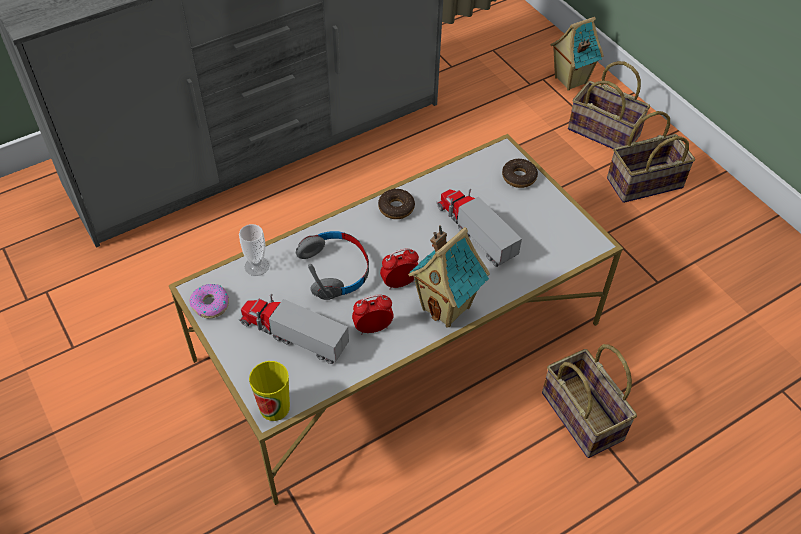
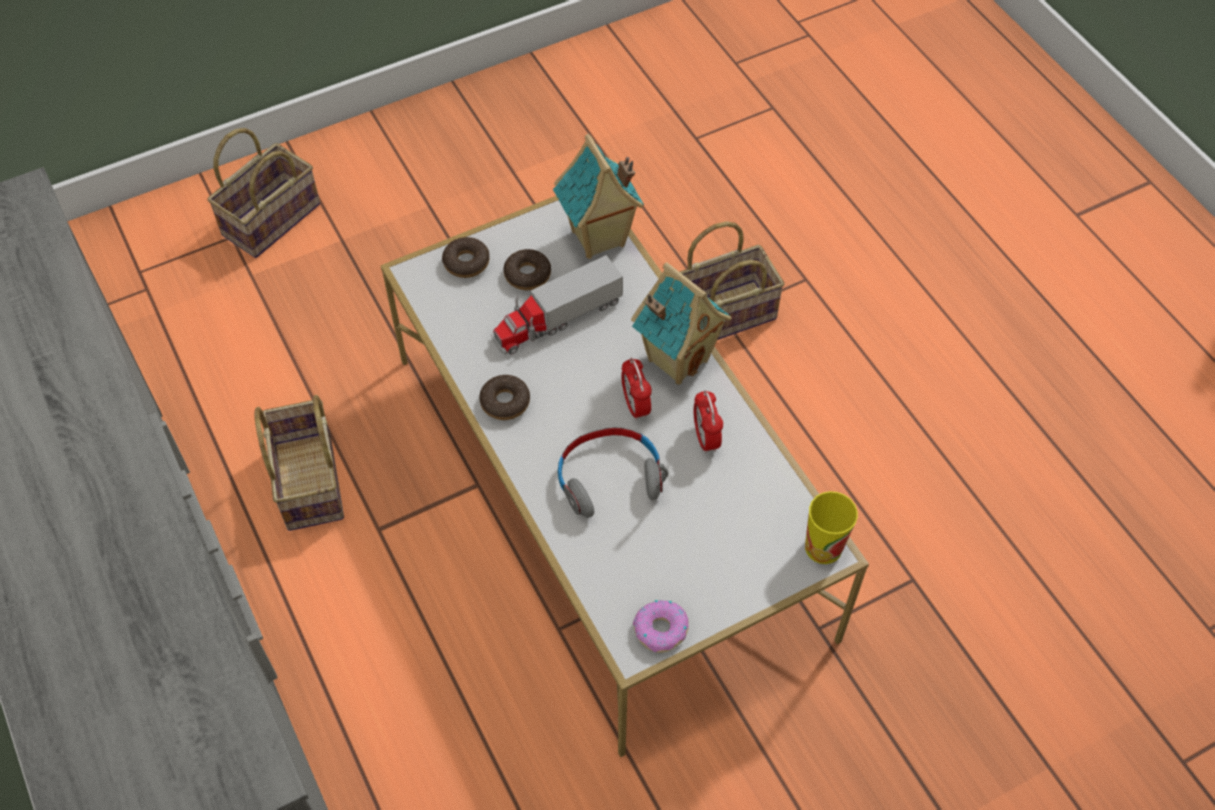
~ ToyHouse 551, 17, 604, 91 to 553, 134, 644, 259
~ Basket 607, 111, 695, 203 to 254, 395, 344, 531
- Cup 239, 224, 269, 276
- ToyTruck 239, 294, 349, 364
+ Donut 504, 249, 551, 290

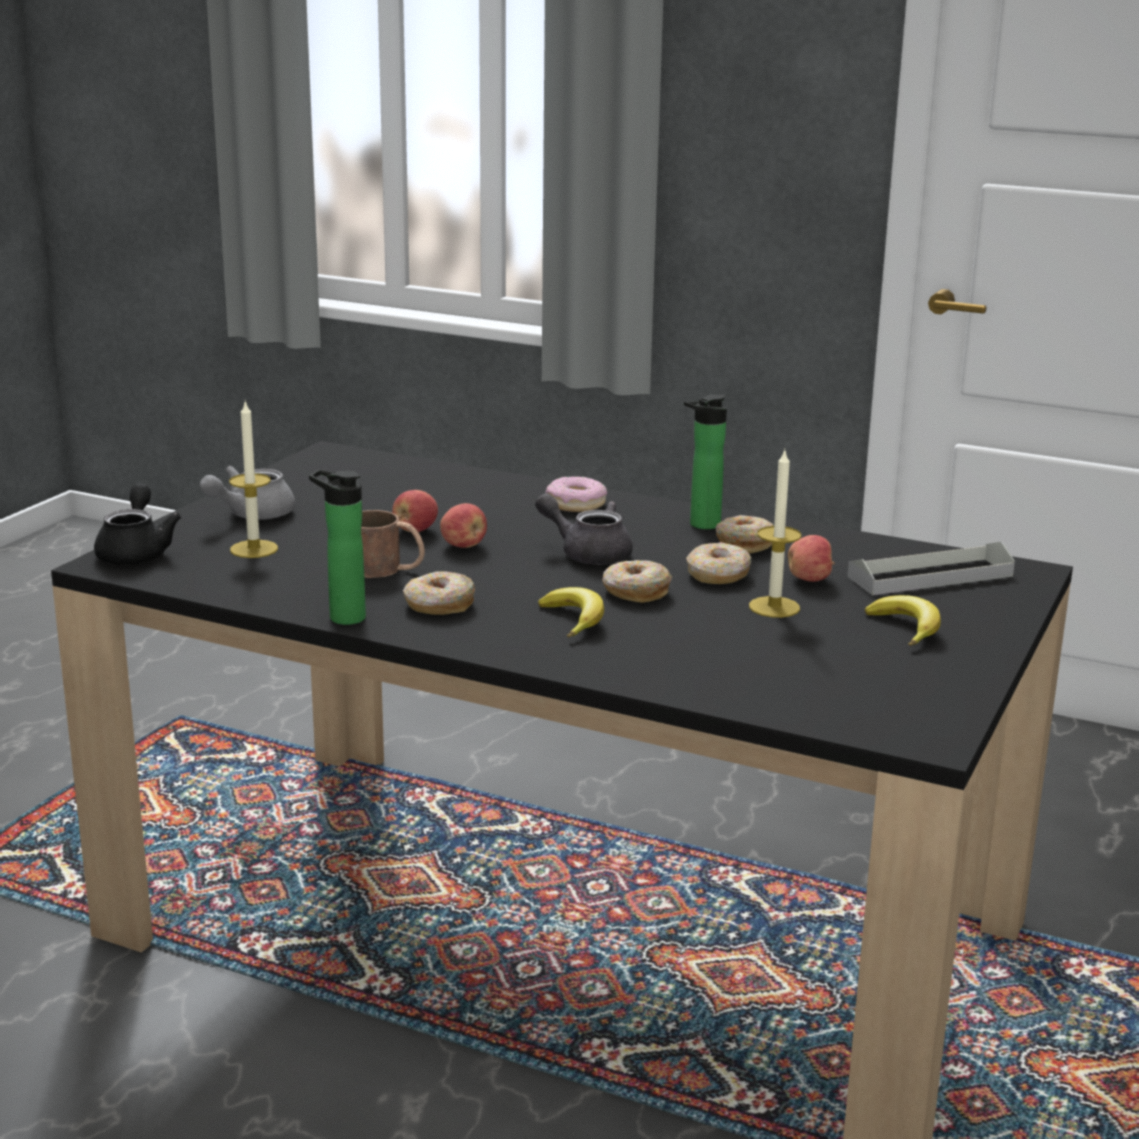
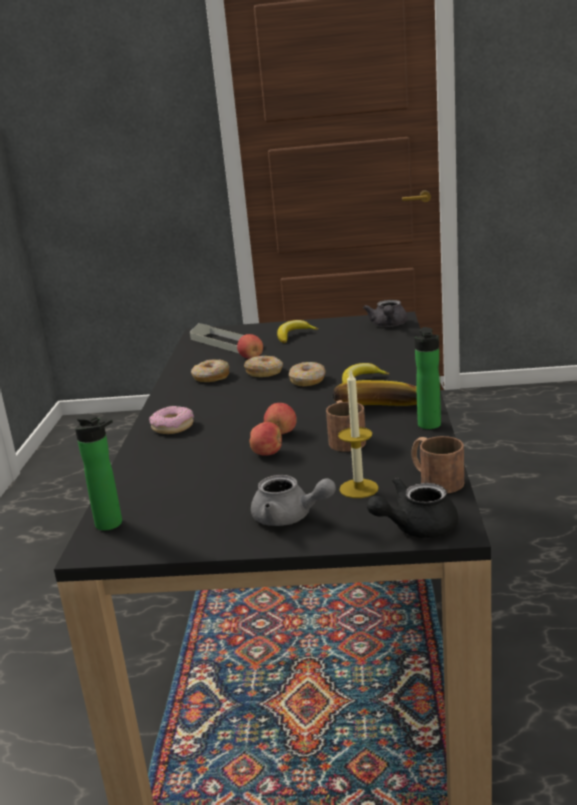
~ Bottle 684, 394, 727, 529 to 75, 414, 122, 530
- Candle 749, 450, 802, 618
~ GreyTeapot 535, 493, 633, 565 to 363, 300, 408, 327
~ Donut 403, 571, 475, 615 to Banana 332, 380, 417, 406
+ BrownMug 411, 436, 464, 493

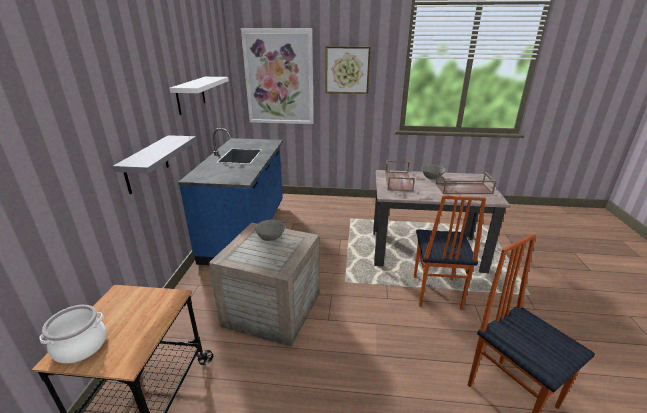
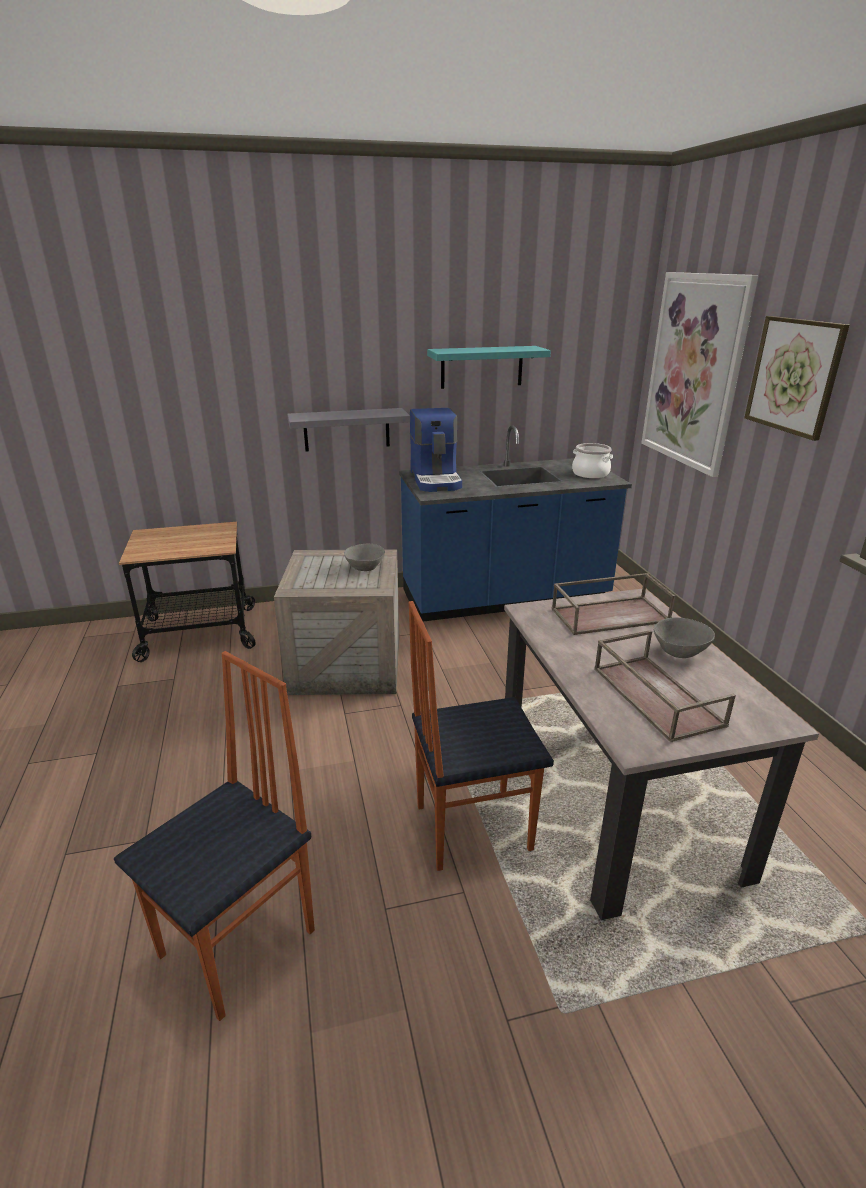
~ WhiteShelf 169, 77, 229, 115 to TurquoiseShelf 427, 346, 551, 389
~ CookingPot 39, 305, 107, 363 to 572, 443, 613, 478
+ CoffeeMachine 410, 408, 462, 492

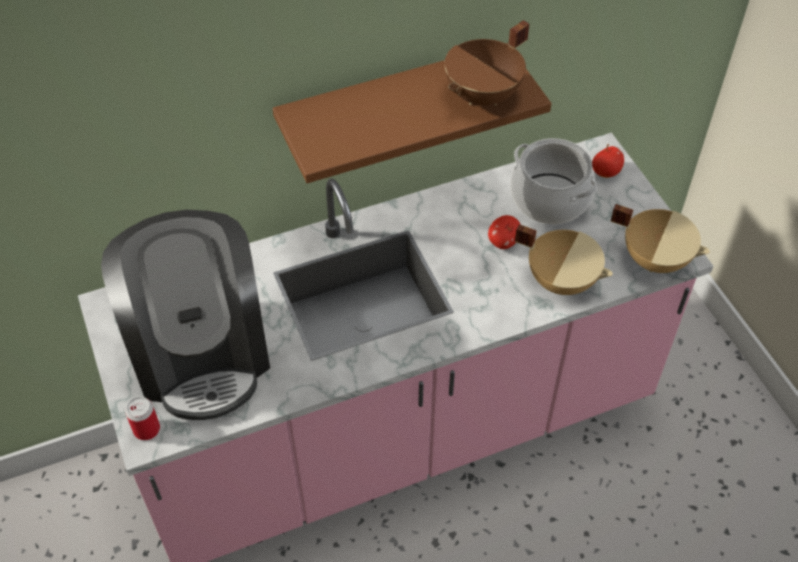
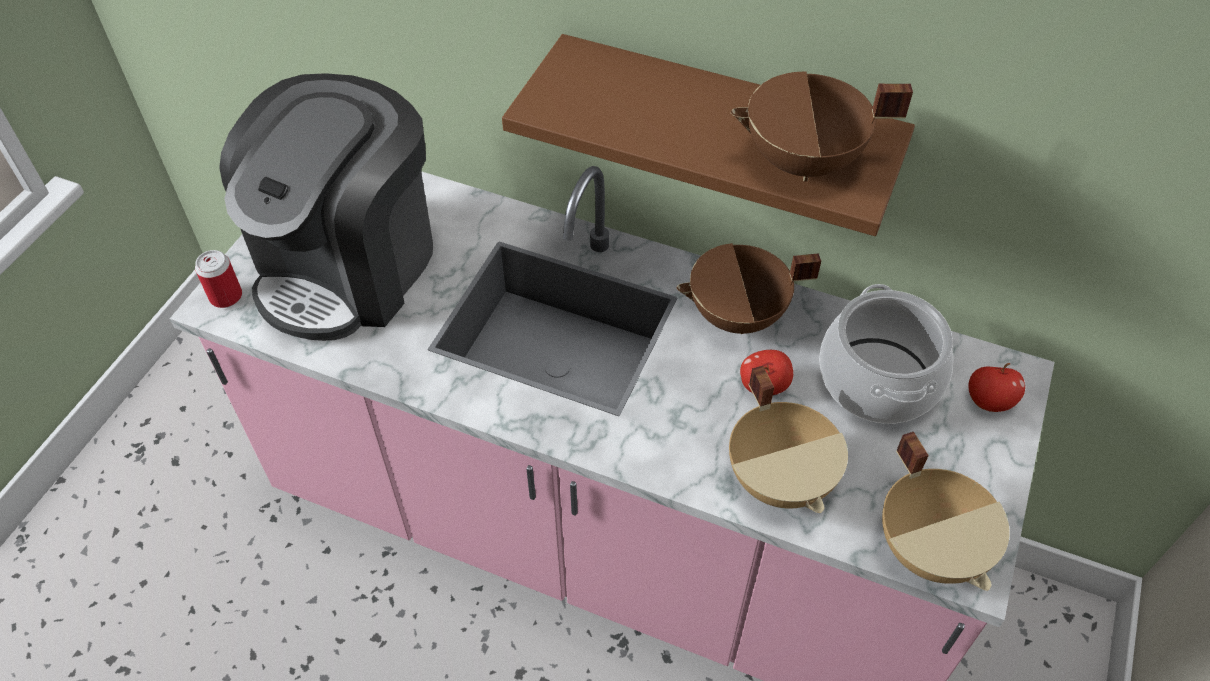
+ BrownCookingPot 676, 243, 821, 334

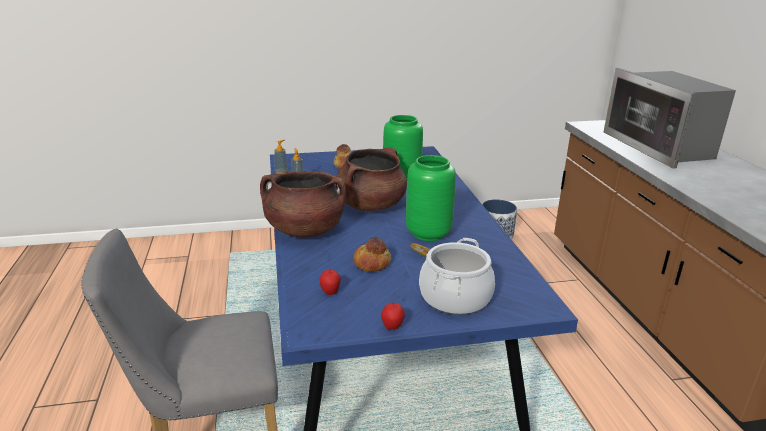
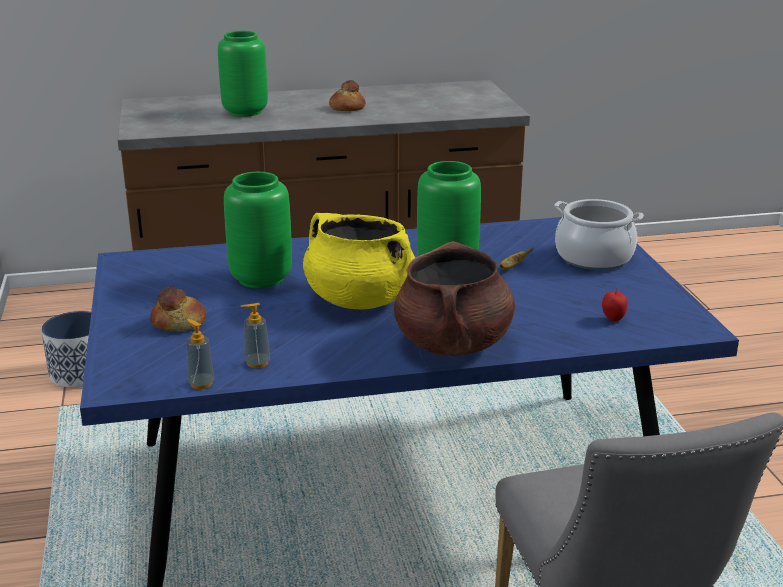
~ Microwave 604, 68, 736, 169 to GreenVase 218, 31, 268, 117
~ BrownCookingPot 336, 147, 407, 211 to YellowCookingPot 303, 213, 415, 310
~ Bread 353, 237, 391, 272 to 329, 80, 366, 111
- Apple 381, 302, 405, 330

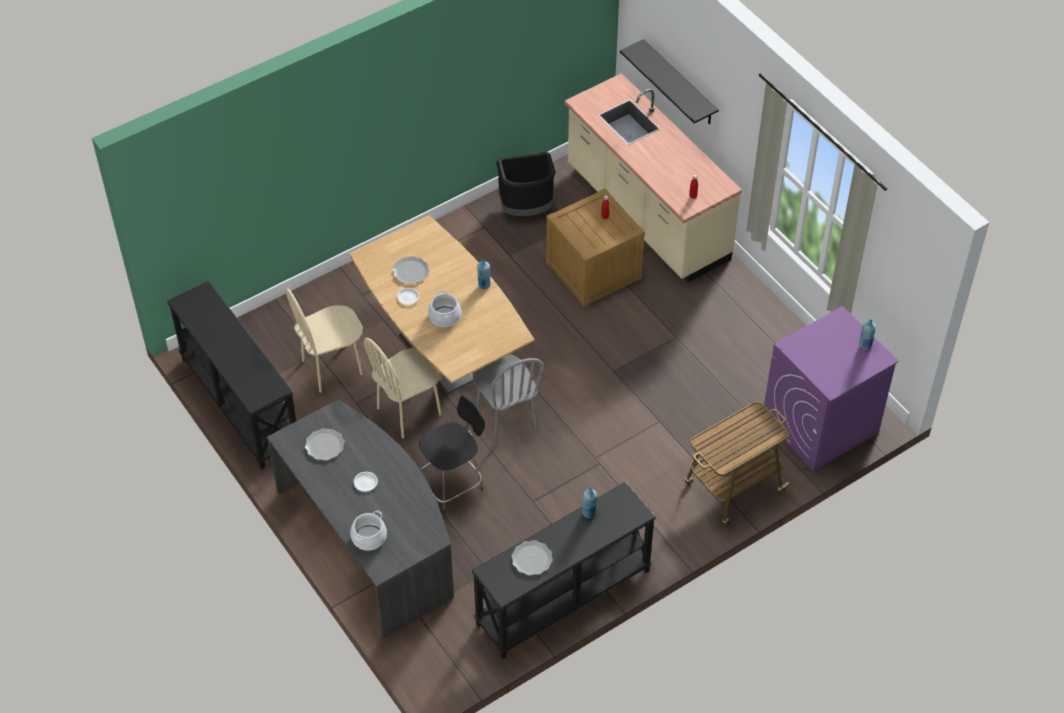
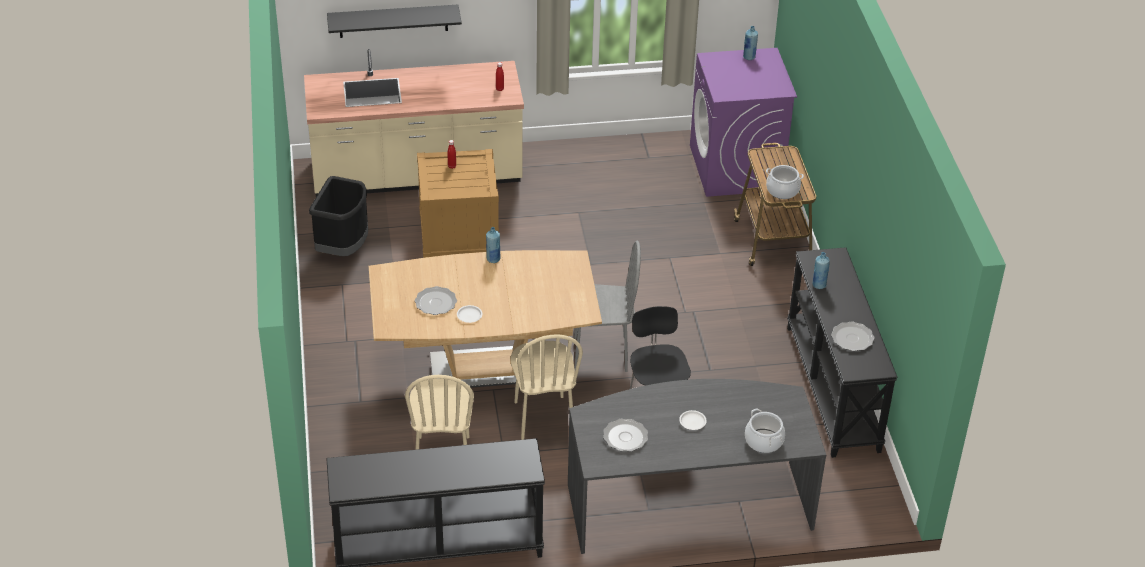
~ CookingPot 428, 290, 461, 327 to 766, 165, 804, 199

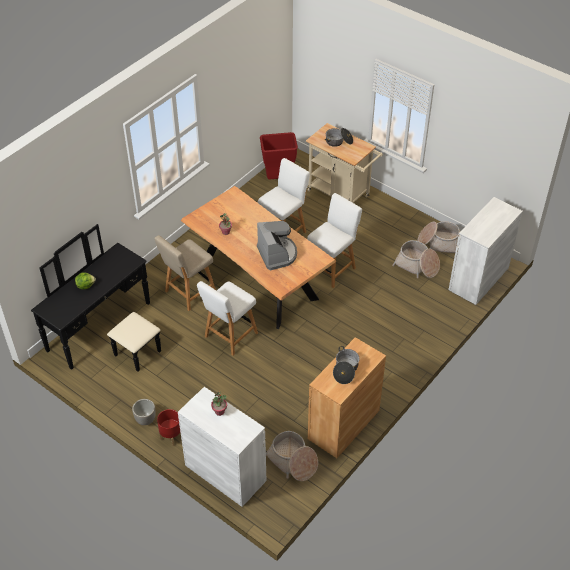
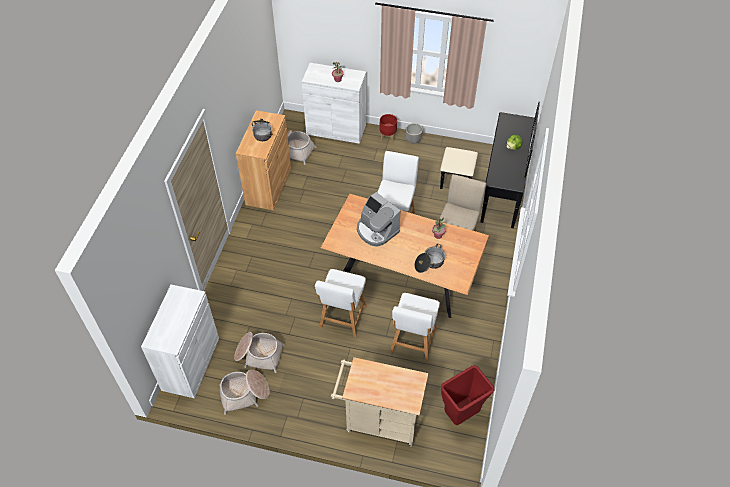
~ CookingPot 325, 128, 353, 147 to 414, 244, 445, 273

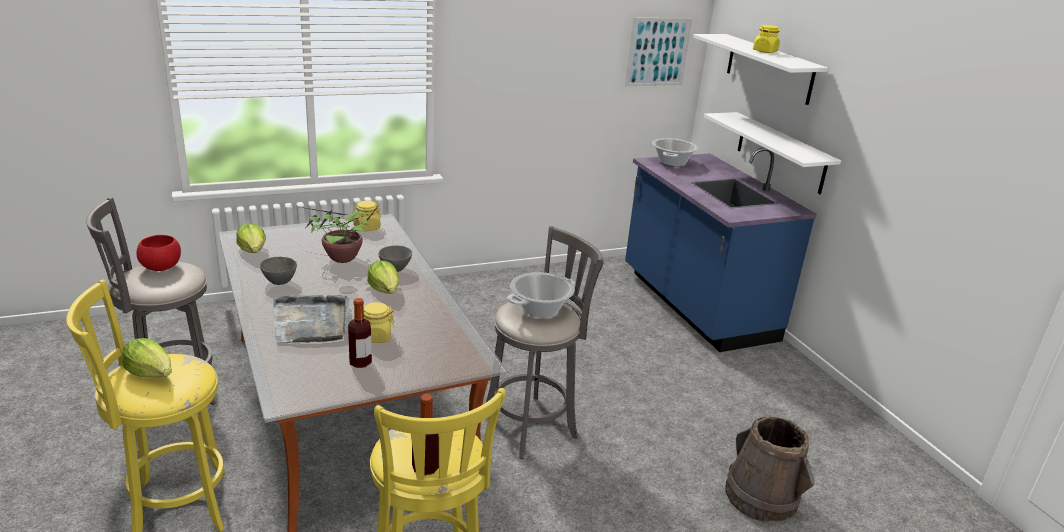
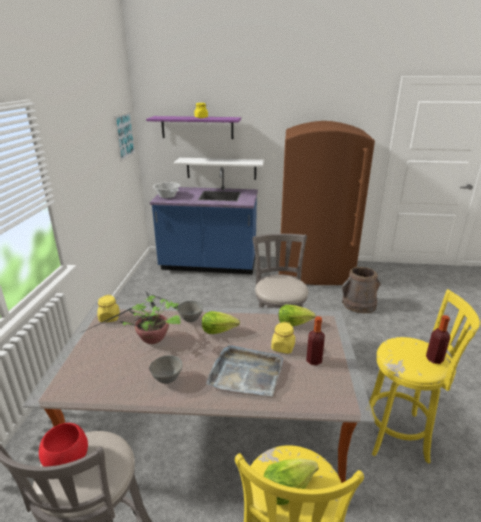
~ WhiteShelf 693, 34, 828, 105 to PurpleShelf 146, 116, 241, 139
~ Lettuce 236, 223, 266, 253 to 279, 305, 316, 326
- CookingPot 507, 272, 575, 317
+ BrownFridge 279, 121, 375, 285

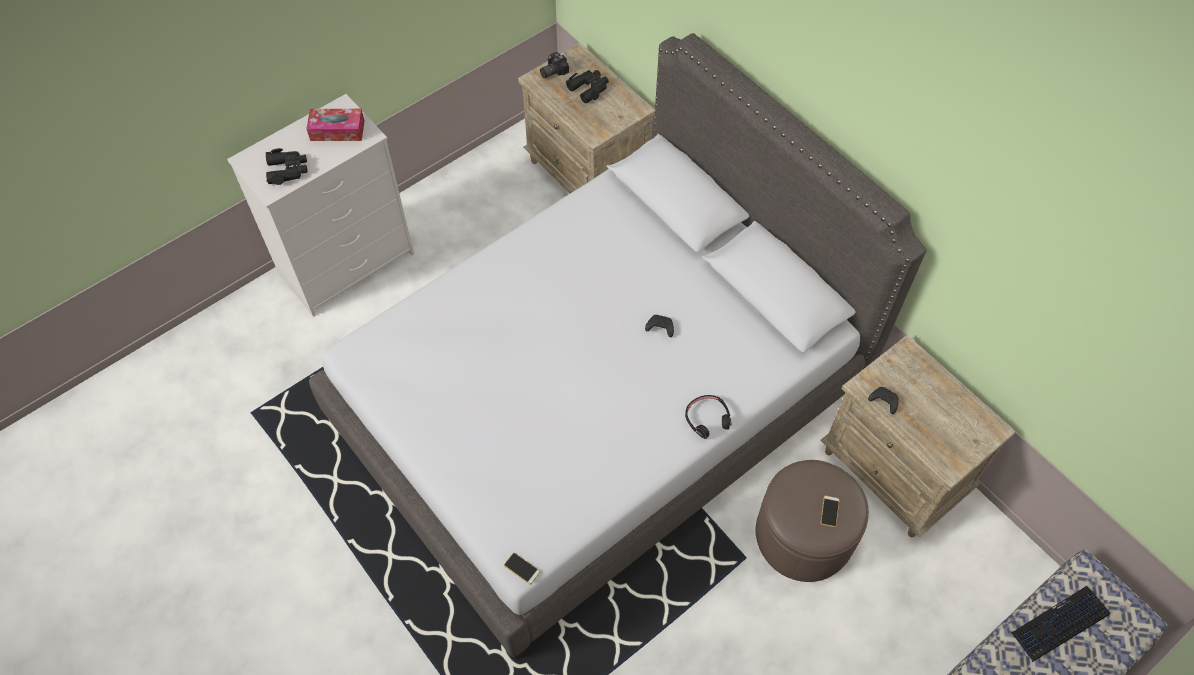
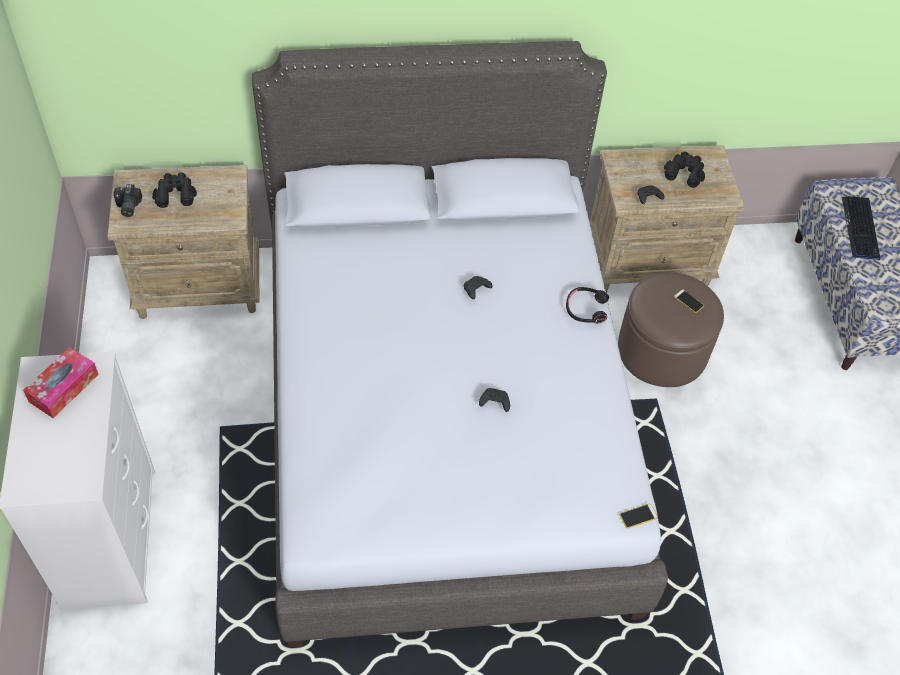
~ BlackBinoculars 266, 148, 308, 185 to 664, 151, 705, 188
+ BlackGameController 479, 388, 510, 412

